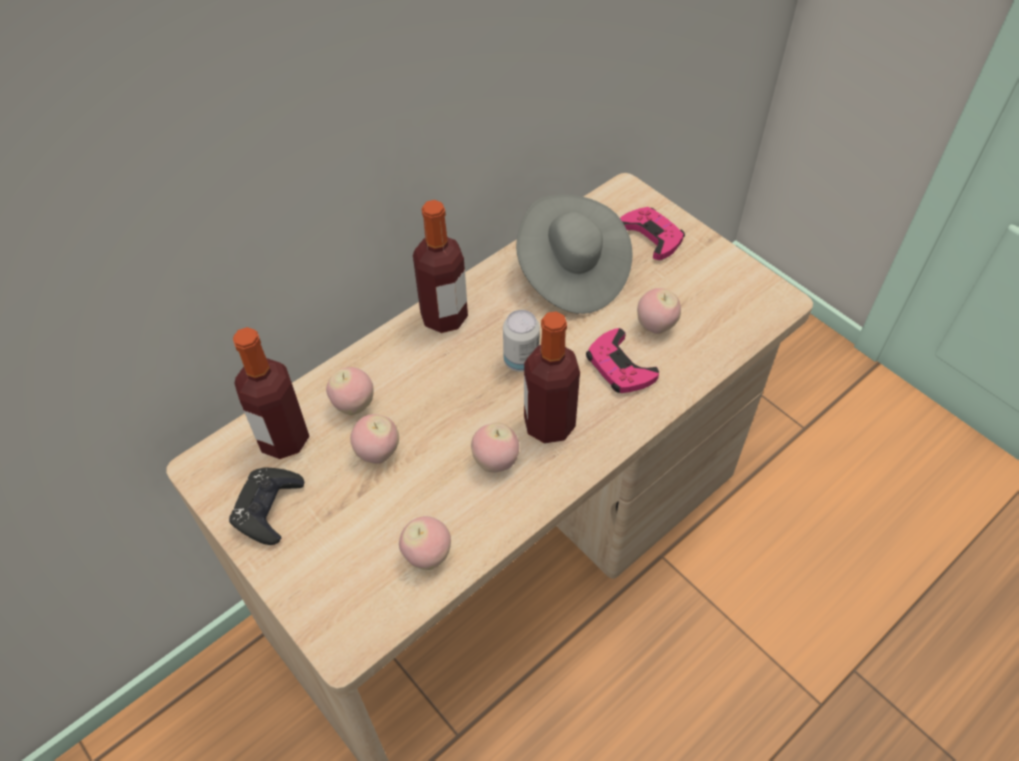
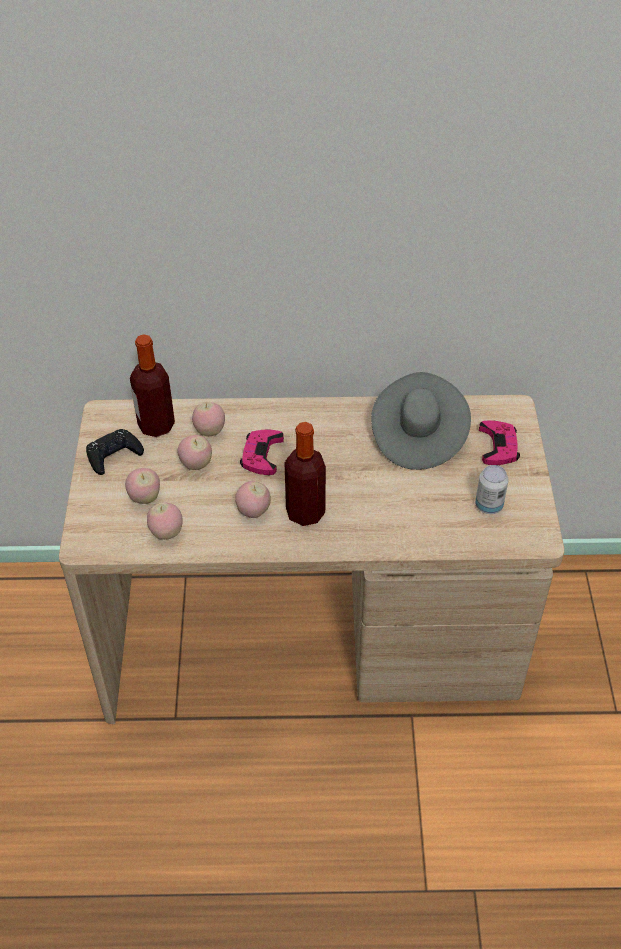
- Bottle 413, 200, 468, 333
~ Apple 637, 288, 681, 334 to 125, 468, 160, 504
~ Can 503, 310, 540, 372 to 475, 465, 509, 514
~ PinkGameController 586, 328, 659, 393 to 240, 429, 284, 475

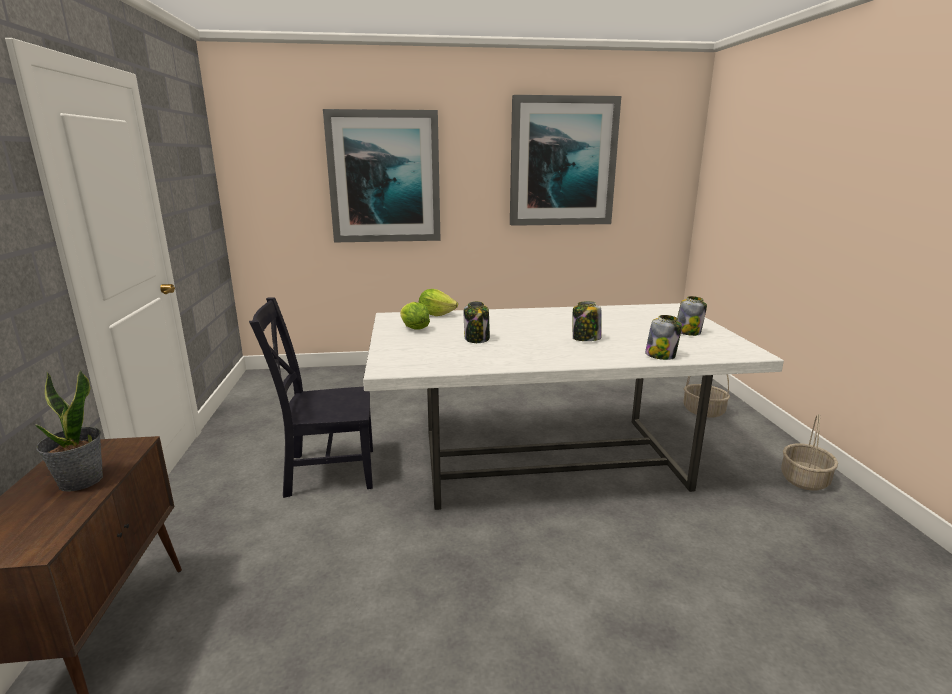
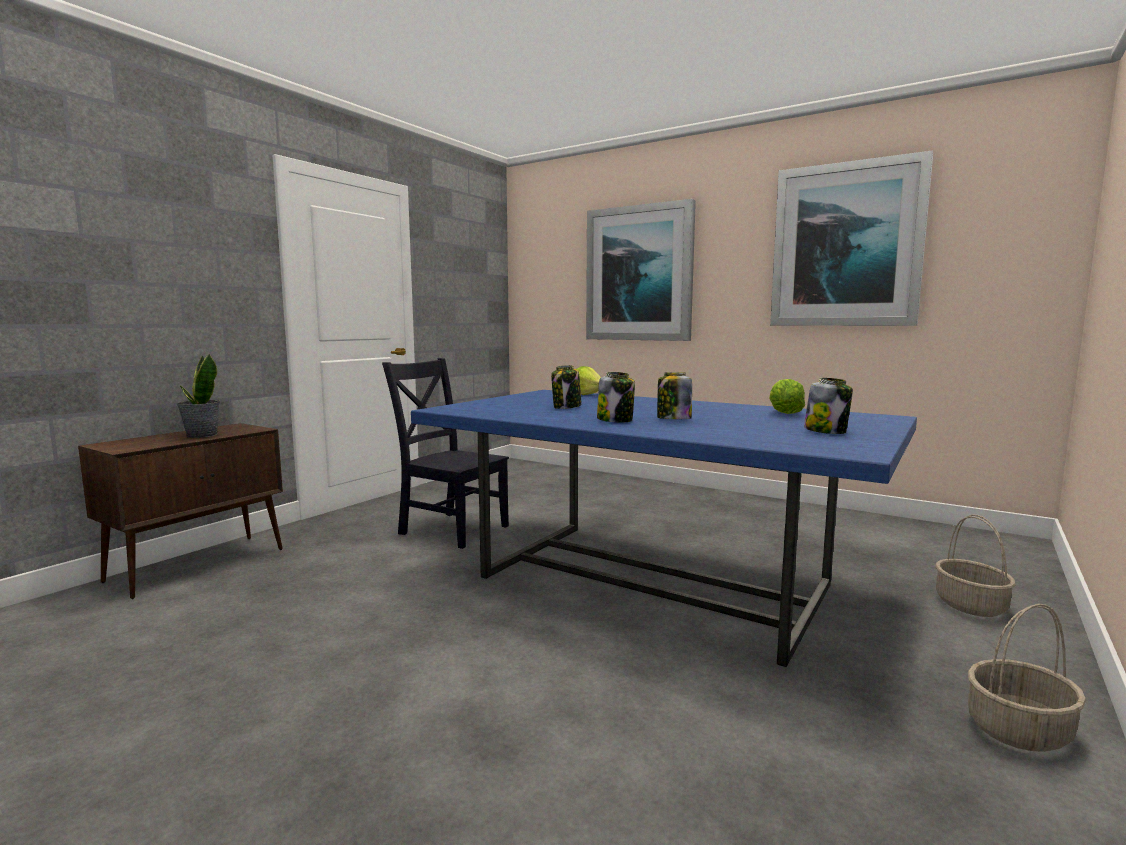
~ Lettuce 400, 302, 430, 330 to 769, 379, 805, 414
~ WhiteDiningTable 363, 303, 784, 510 to BlueDiningTable 411, 390, 917, 667
~ Jar 645, 315, 682, 360 to 597, 372, 635, 423

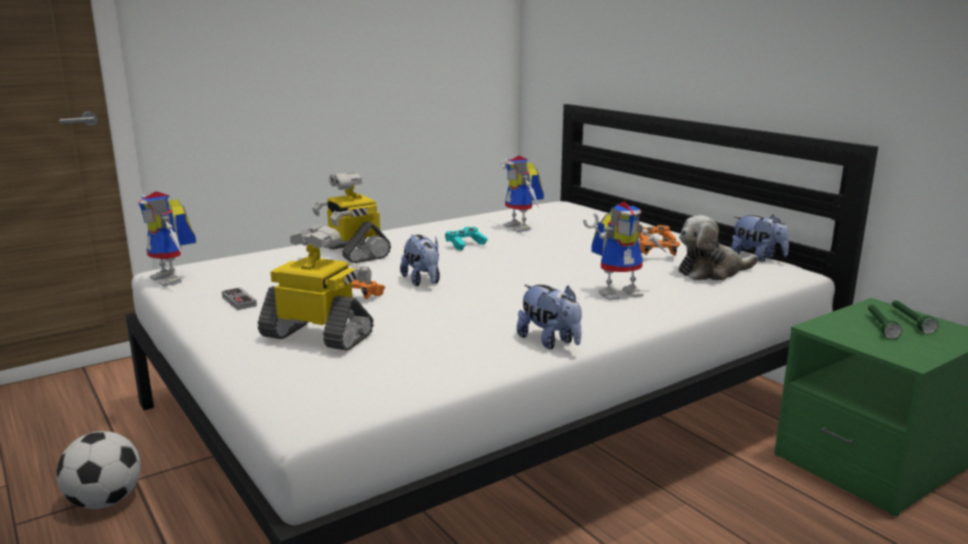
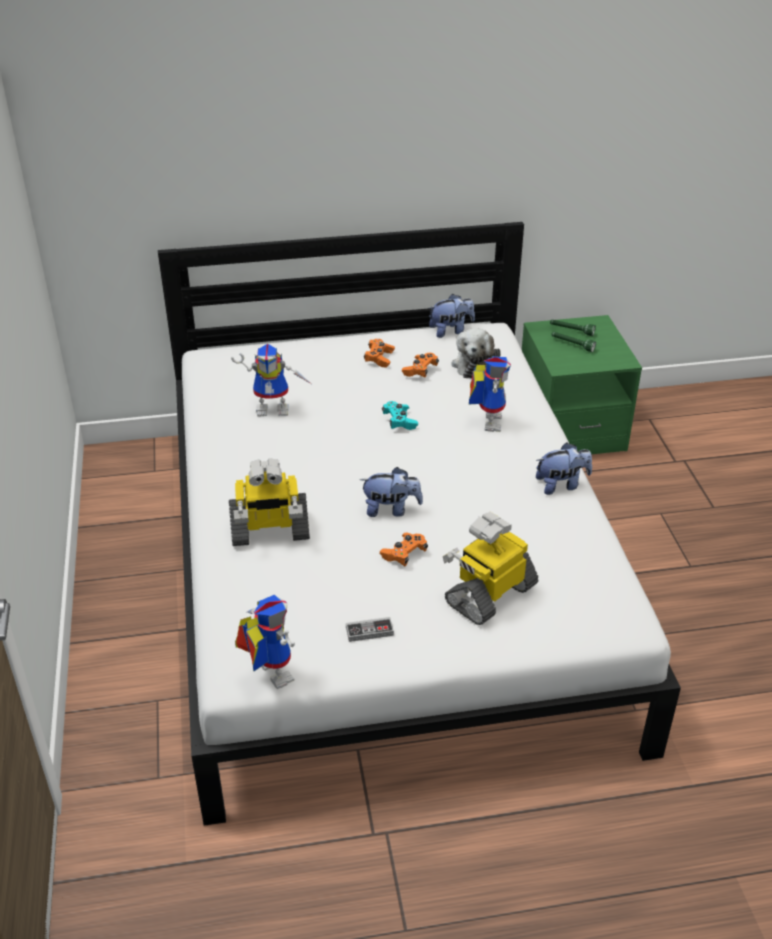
~ ToyRobot 138, 191, 196, 287 = 235, 594, 295, 689 105 degrees counterclockwise
~ TurquoiseGameController 445, 227, 488, 250 to 382, 401, 418, 430
- Football 56, 431, 141, 509

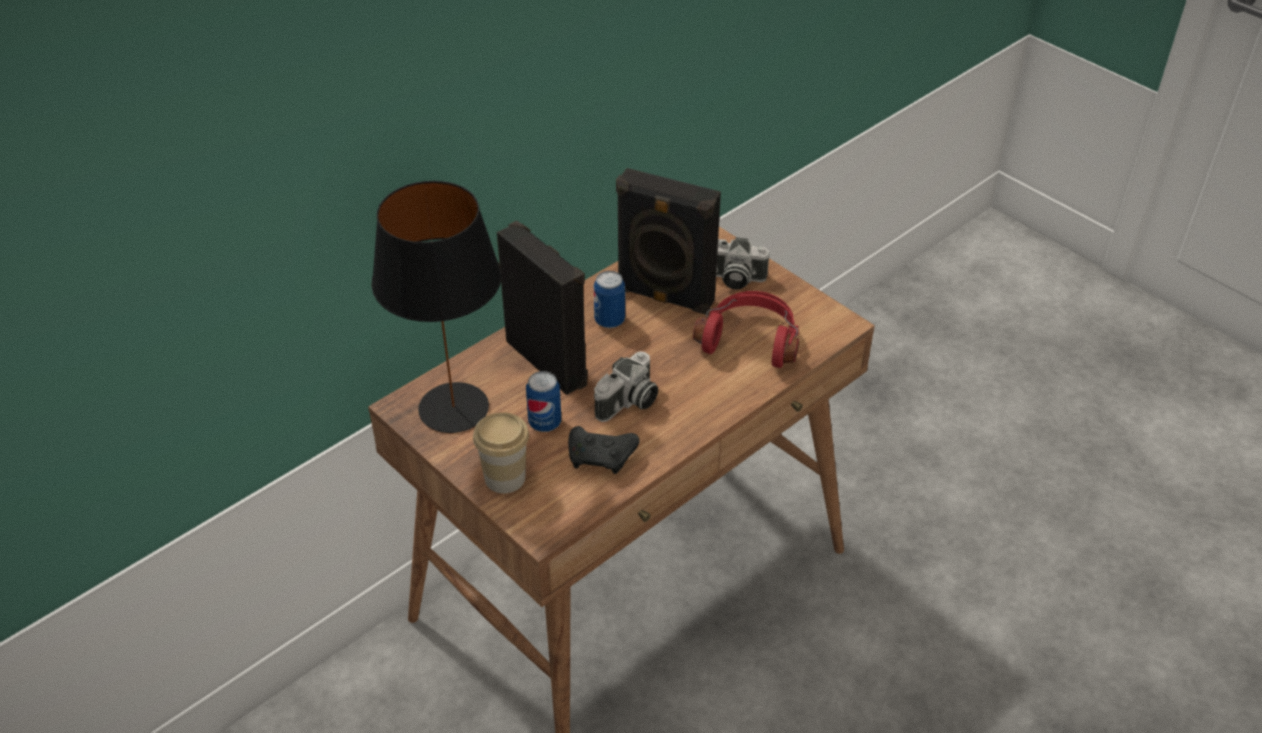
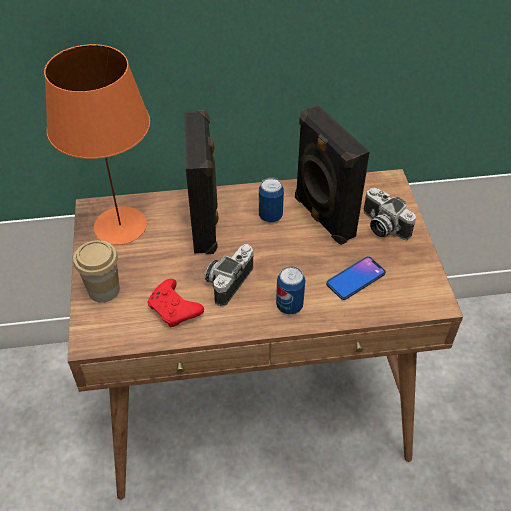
~ BlackTableLamp 371, 181, 502, 433 to OrangeTableLamp 44, 44, 150, 245
~ RedHeadphones 693, 291, 799, 368 to Phone 326, 256, 386, 300
~ PhotoCamera 594, 351, 658, 422 = 205, 244, 254, 307 135 degrees clockwise
~ Can 526, 371, 561, 432 to 276, 266, 305, 315
~ BlackGameController 568, 426, 640, 474 to RedGameController 147, 279, 204, 328

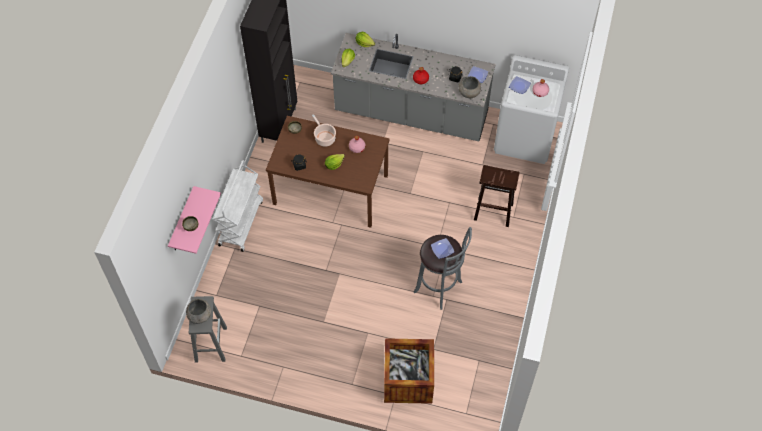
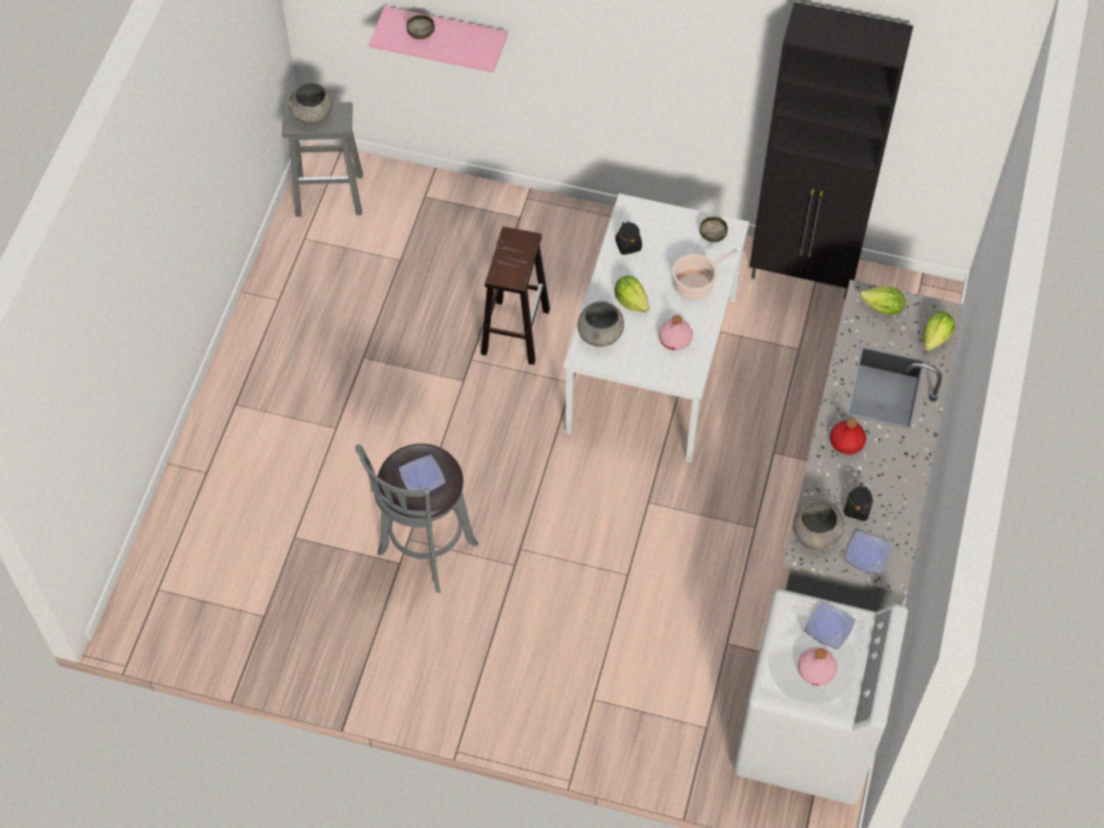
~ BrownDiningTable 266, 116, 390, 228 to WhiteDiningTable 564, 193, 749, 463
- WhiteCart 213, 160, 263, 252
~ BrownStool 474, 165, 520, 227 to 481, 227, 550, 365
- Crate 384, 338, 434, 404
+ GreyBowl 578, 301, 624, 347

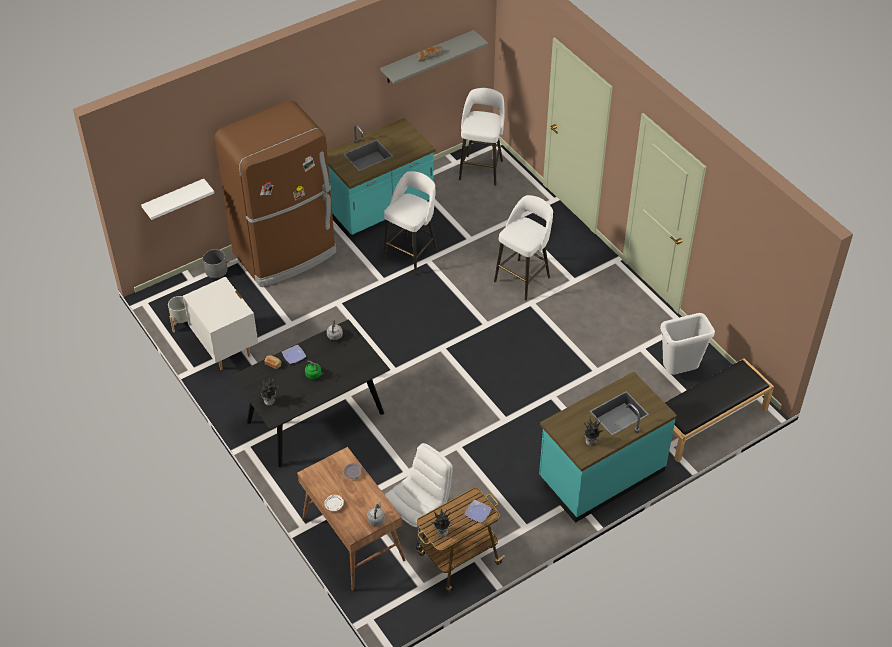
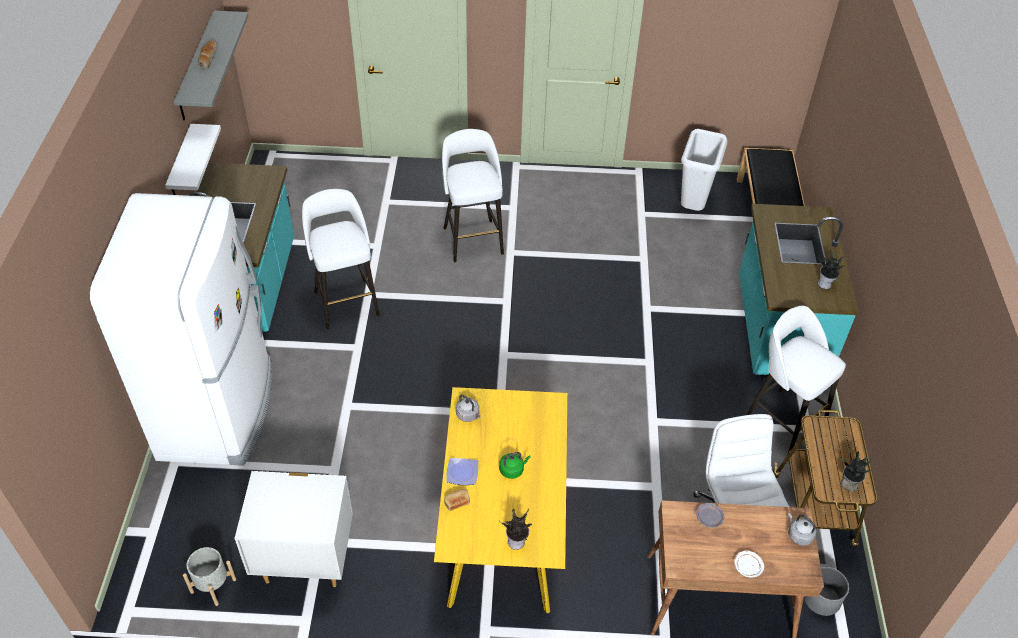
~ WhiteStool 459, 88, 505, 186 to 746, 306, 846, 453
~ BrownFridge 215, 101, 336, 287 to WhiteFridge 90, 193, 272, 466
~ WhiteShelf 141, 179, 214, 220 to 165, 124, 221, 195
~ GreyPlanter 203, 249, 228, 278 to 804, 567, 849, 616
~ BlackDiningTable 231, 319, 390, 467 to YellowDiningTable 434, 387, 567, 613
- Plate 464, 500, 492, 523

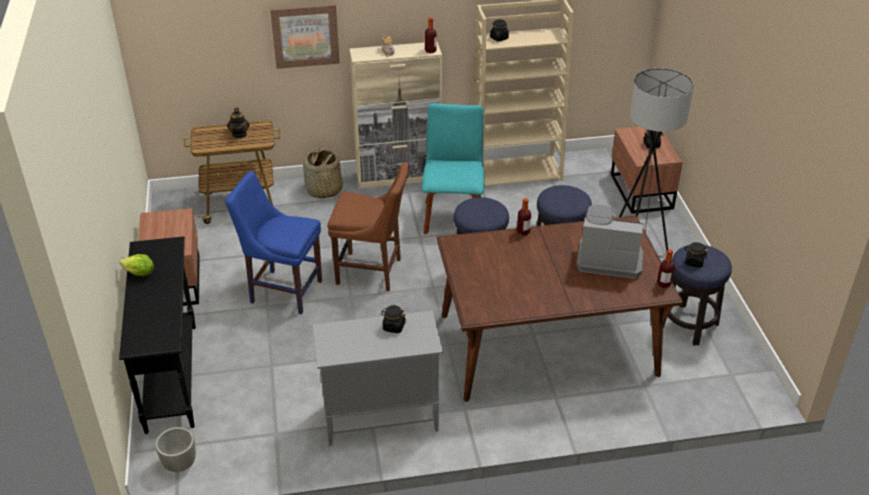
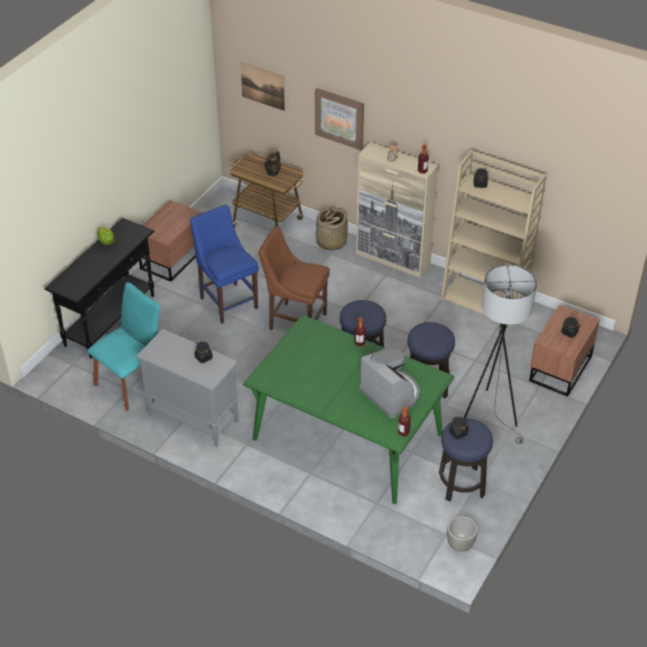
~ TurquoiseChair 422, 103, 485, 234 to 87, 282, 160, 411
~ BrownChair 328, 162, 409, 291 = 258, 226, 330, 330 150 degrees clockwise
~ BrownDiningTable 437, 215, 683, 402 to GreenDiningTable 243, 314, 454, 504
~ GreyPlanter 155, 427, 196, 472 to 447, 516, 478, 552
+ Picture 241, 62, 285, 111

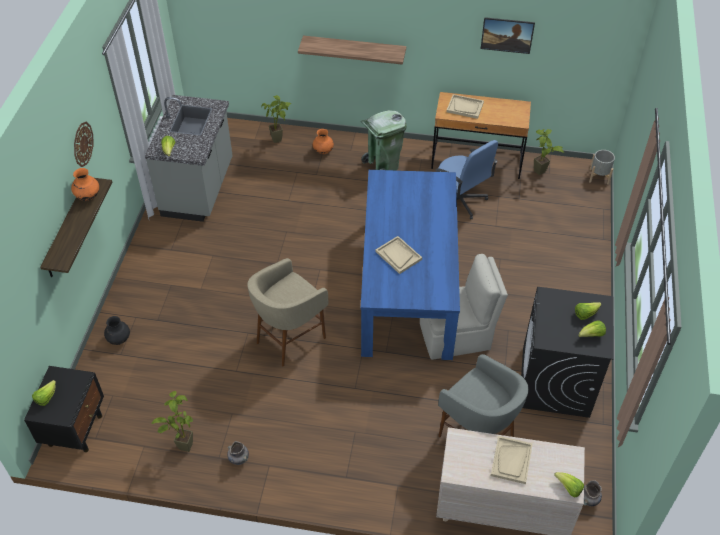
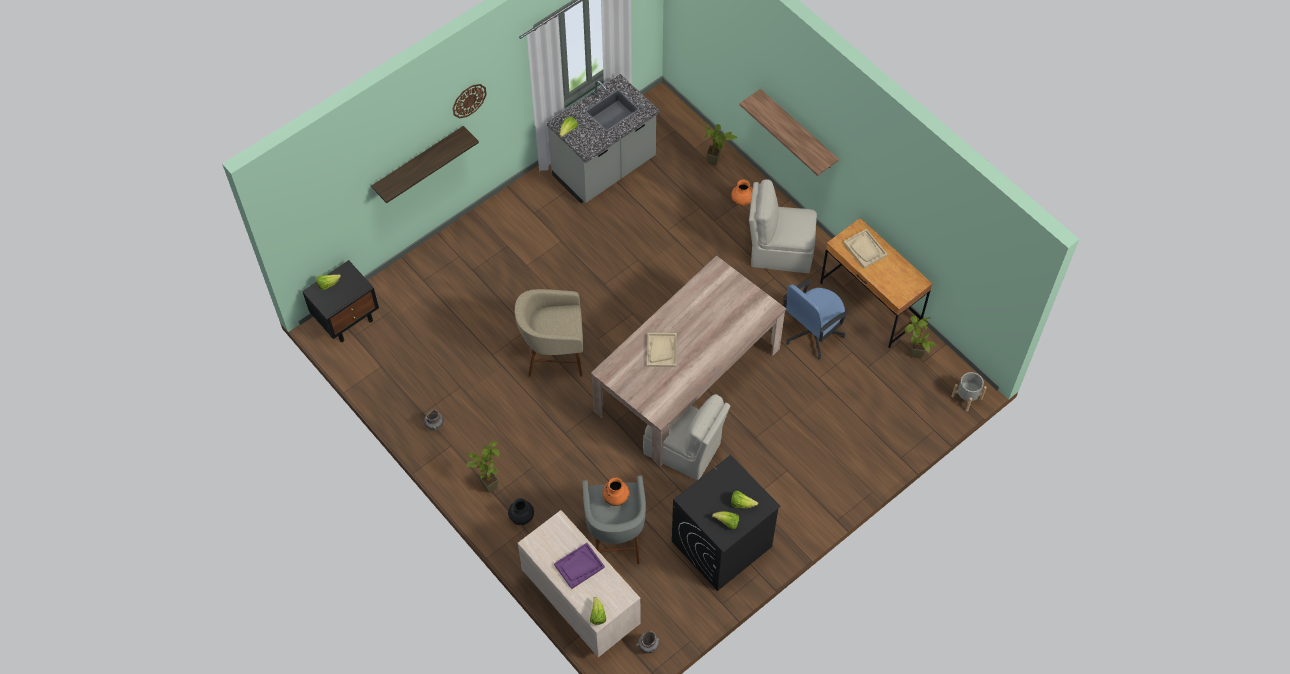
- Picture 481, 17, 535, 54
~ GreenTrashCan 361, 110, 407, 170 to BeigeChair 749, 179, 817, 273
~ BlueOfficeChair 435, 140, 498, 220 = 783, 280, 849, 359 45 degrees clockwise
~ OrangeVase 71, 168, 99, 201 to 602, 478, 629, 506
~ BlueDiningTable 361, 170, 460, 360 to BeigeDiningTable 591, 255, 786, 467
~ BlackVase 104, 316, 130, 345 to 508, 498, 534, 525
~ PottedPlant 151, 391, 193, 452 to 466, 441, 500, 493
~ BeigeTray 491, 436, 533, 484 to PurpleTray 554, 543, 605, 589

